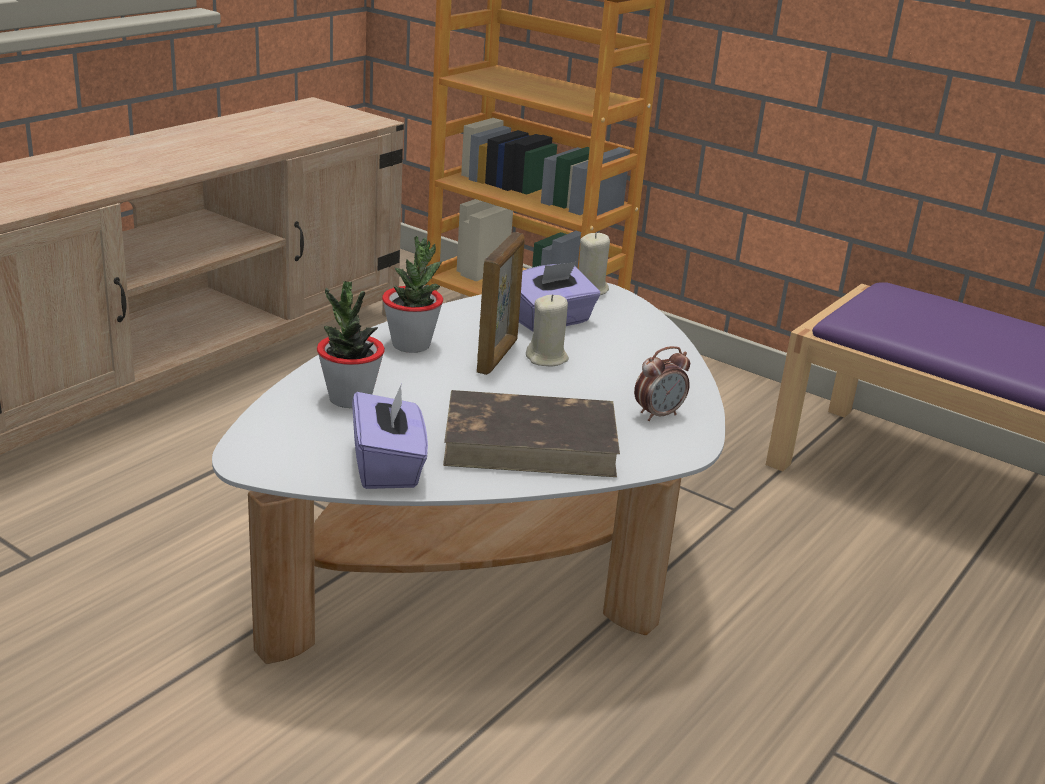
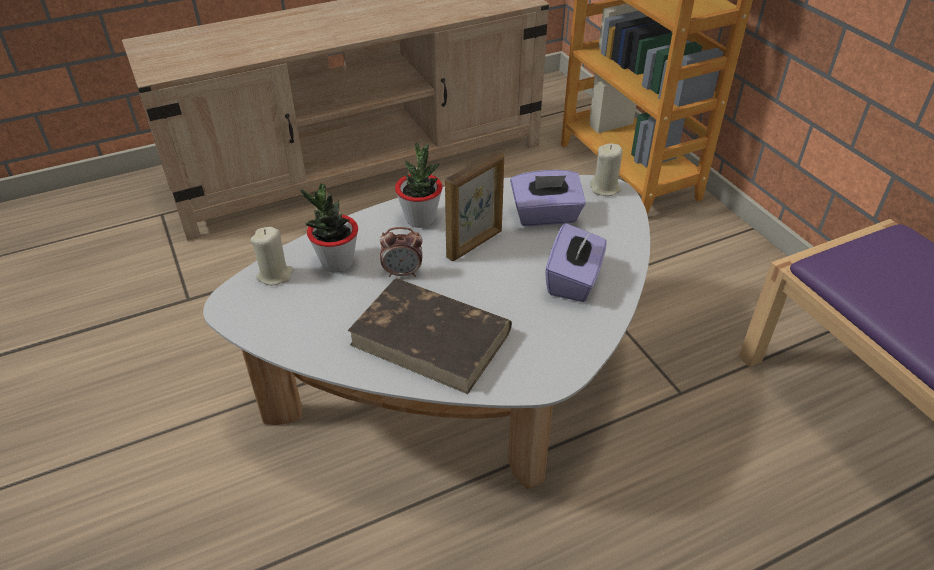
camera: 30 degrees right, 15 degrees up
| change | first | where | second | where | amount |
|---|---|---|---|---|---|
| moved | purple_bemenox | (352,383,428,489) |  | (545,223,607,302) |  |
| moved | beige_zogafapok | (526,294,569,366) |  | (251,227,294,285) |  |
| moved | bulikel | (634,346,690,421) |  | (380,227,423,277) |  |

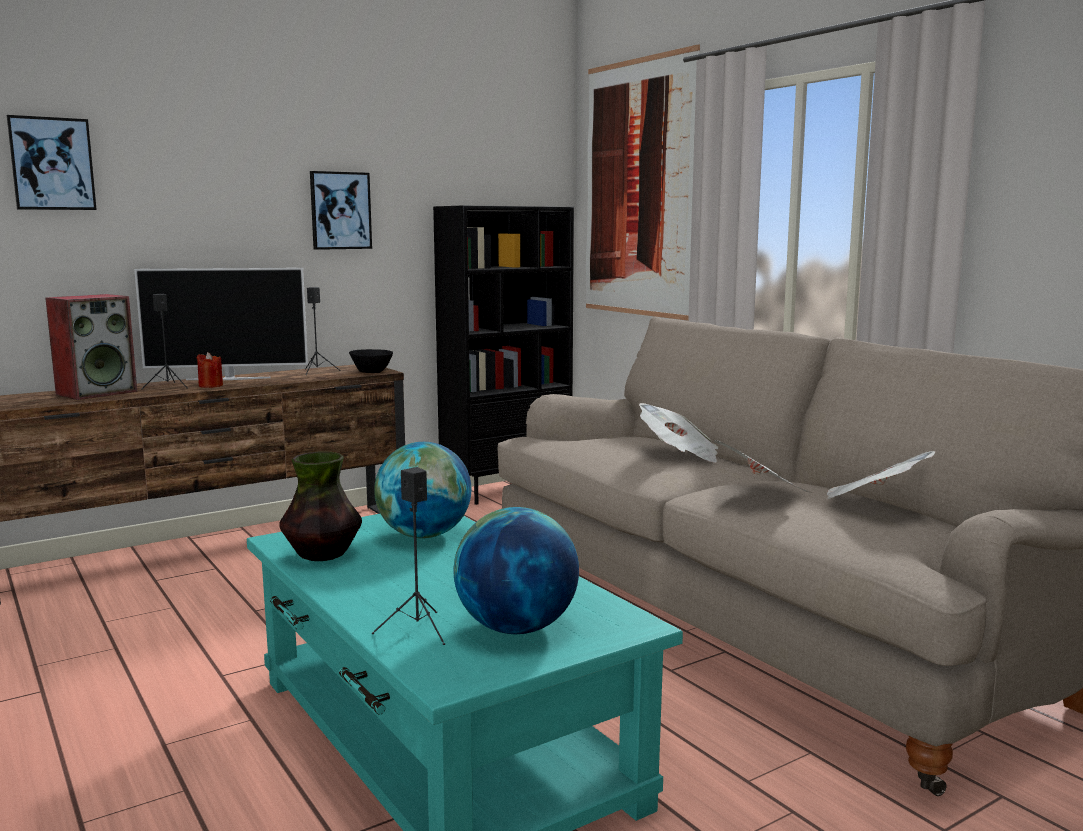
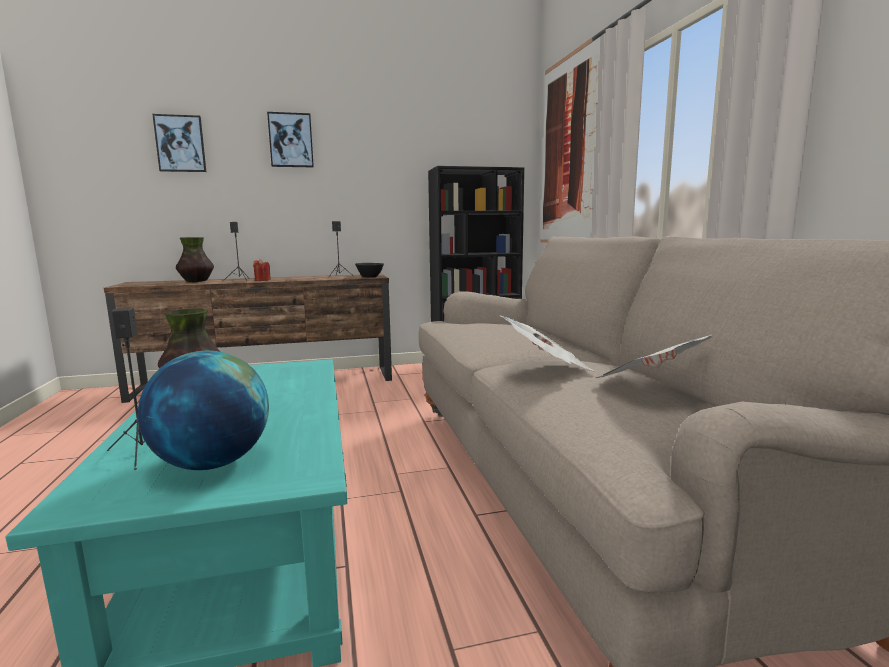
camera: 20 degrees right, 0 degrees up
| change | first | where | second | where | amount |
|---|---|---|---|---|---|
| replaced | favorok | (45,294,137,400) | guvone | (176,237,214,282) |  |
| removed | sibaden | (134,268,308,380) |  |  |  |
| moved | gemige | (310,171,372,250) |  | (267,112,314,168) |  |
| removed | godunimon | (374,442,471,538) |  |  |  |
| removed | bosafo | (639,403,718,463) |  |  |  |

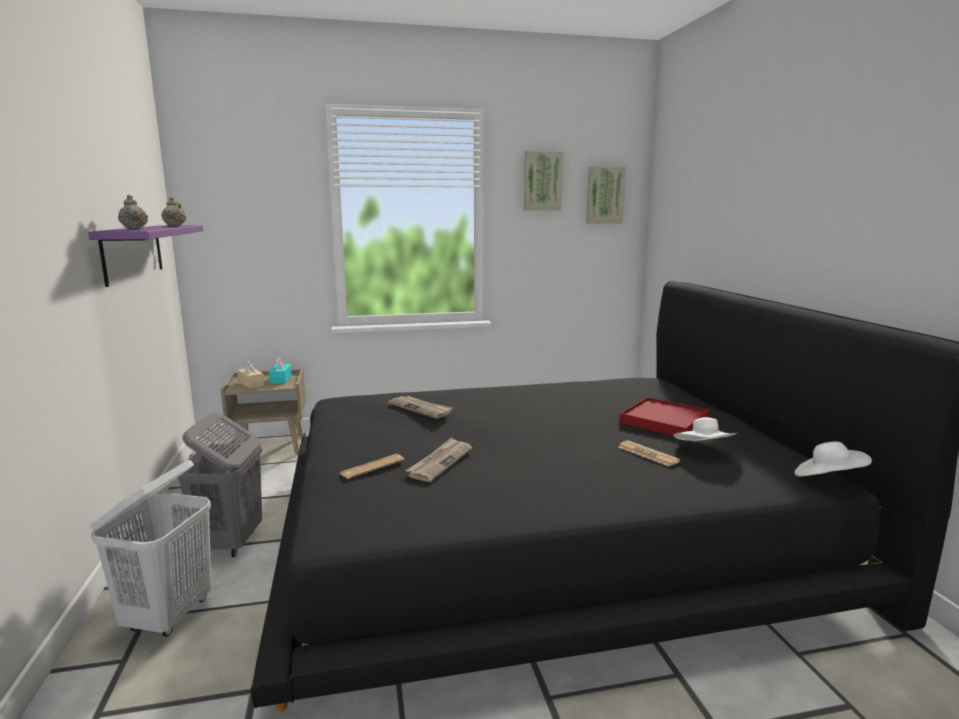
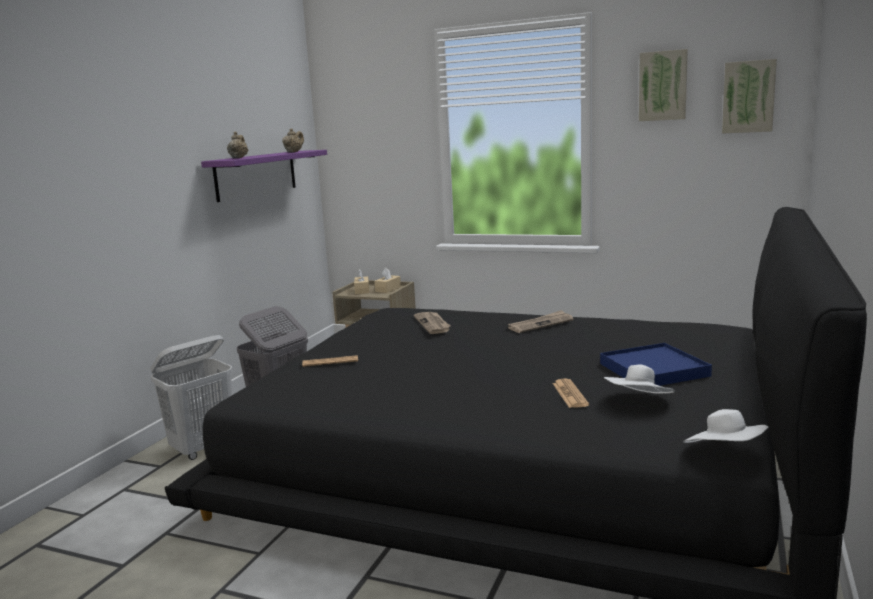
camera: 35 degrees right, 0 degrees up
| change | first | where | second | where | amount |
|---|---|---|---|---|---|
| recoloured | turquoise_bemenox | (269,356,292,384) | beige_bemenox | (375,268,401,293) |  |
| moved | bosafo | (406,437,472,482) |  | (508,310,573,333) |  |
| recoloured | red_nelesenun | (619,397,710,436) | blue_nelesenun | (600,343,712,386) |  |

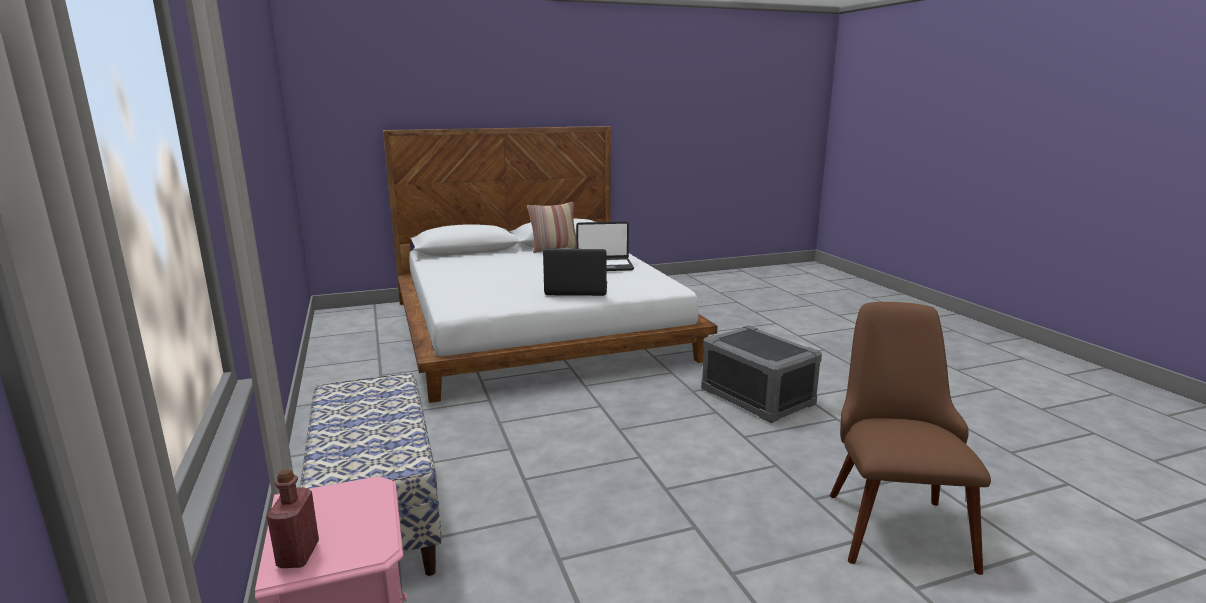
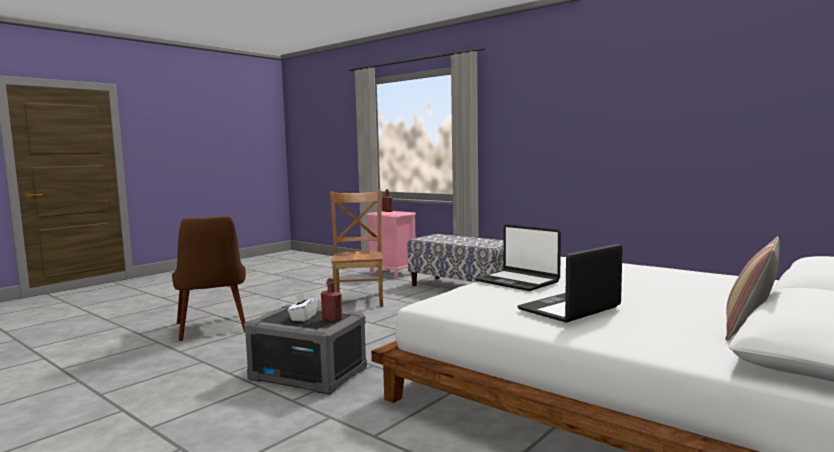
camera: 150 degrees right, 10 degrees down
| change | first | where | second | where | amount |
|---|---|---|---|---|---|
| turned | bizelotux | (543,249,607,296) |  | (475,224,561,291) | 75 degrees clockwise |
| added |  |  | white_bemenox | (288,292,318,321) |  |
| added |  |  | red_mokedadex | (321,278,342,322) |  |
| added |  |  | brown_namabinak | (330,190,383,307) |  |

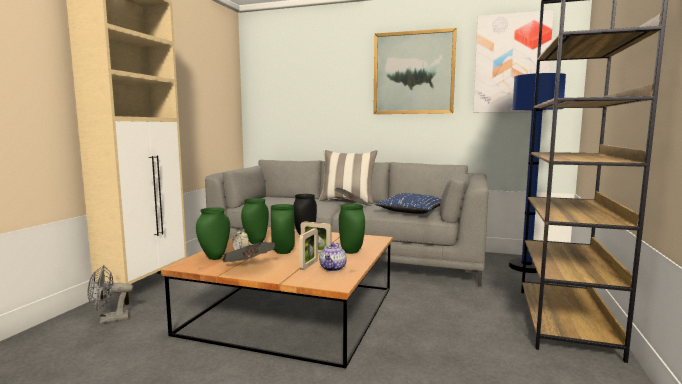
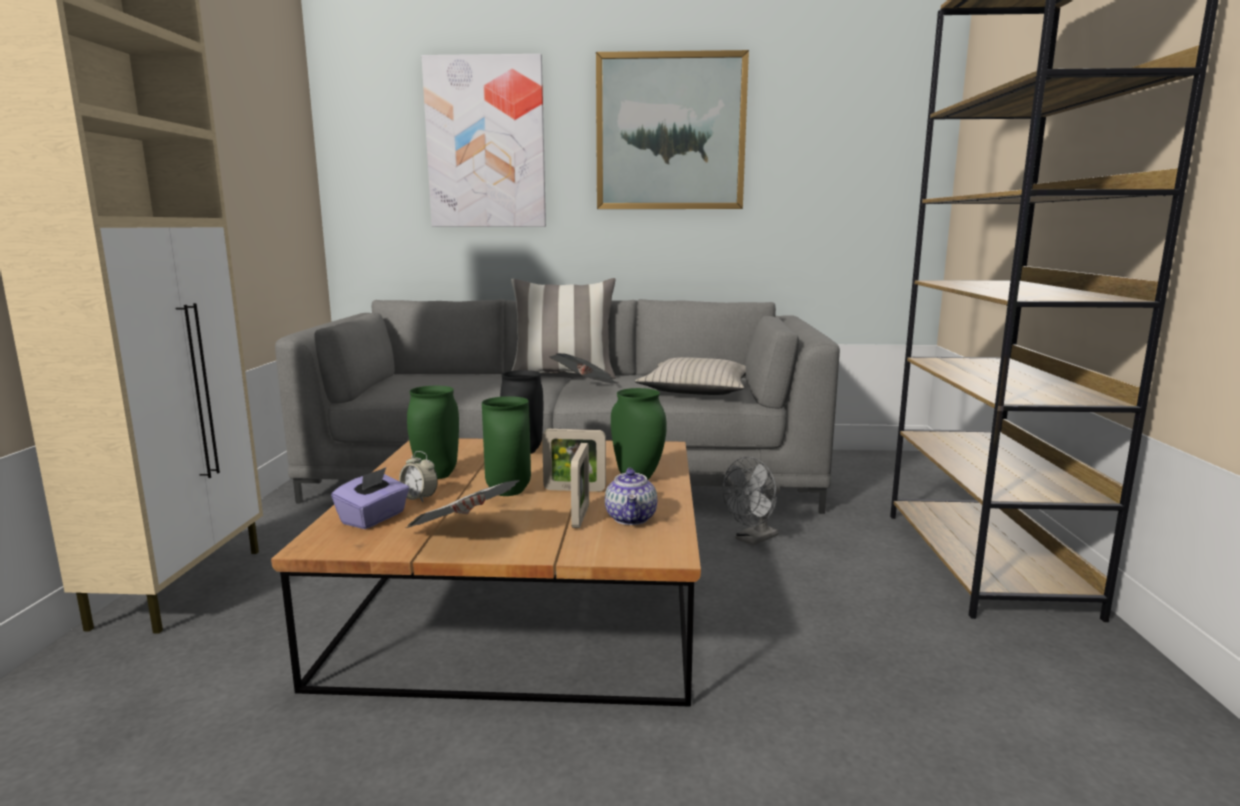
camera: 15 degrees left, 5 degrees up
| change | first | where | second | where | amount |
|---|---|---|---|---|---|
| moved | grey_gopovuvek | (87,265,133,324) |  | (722,457,780,546) |  |
| replaced | green_guvone | (196,207,230,260) | purple_bemenox | (331,467,409,529) |  |
| recoloured | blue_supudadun | (375,193,441,214) | beige_supudadun | (635,357,746,395) |  |
| moved | gemige | (473,10,554,113) |  | (422,54,546,227) |  |
| removed | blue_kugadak | (509,73,566,273) |  |  |  |

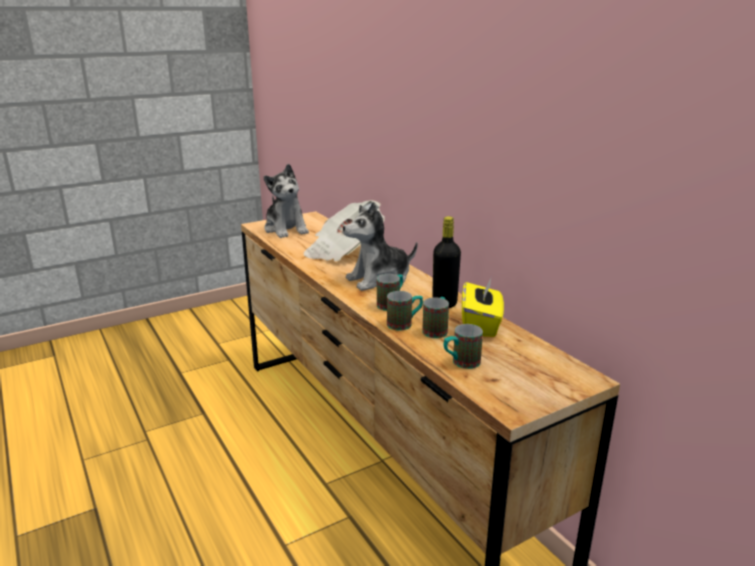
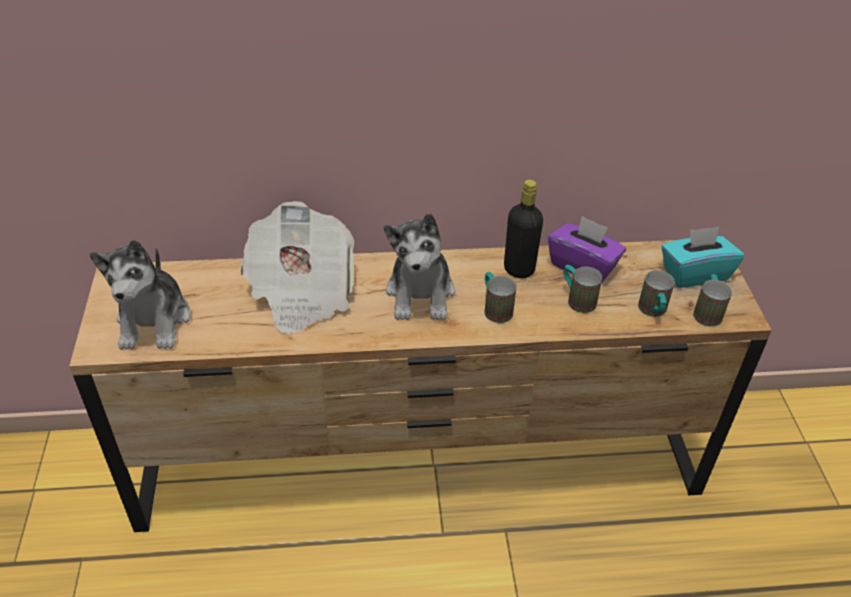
camera: 65 degrees left, 20 degrees up
| change | first | where | second | where | amount |
|---|---|---|---|---|---|
| turned | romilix | (264,164,309,238) |  | (89,239,191,350) | 90 degrees clockwise |
| moved | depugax | (387,291,423,331) |  | (693,274,732,327) |  |
| recoloured | yellow_bemenox | (462,279,504,337) | purple_bemenox | (548,216,626,282) |  |
| added |  |  | turquoise_bemenox | (661,227,744,288) |  |

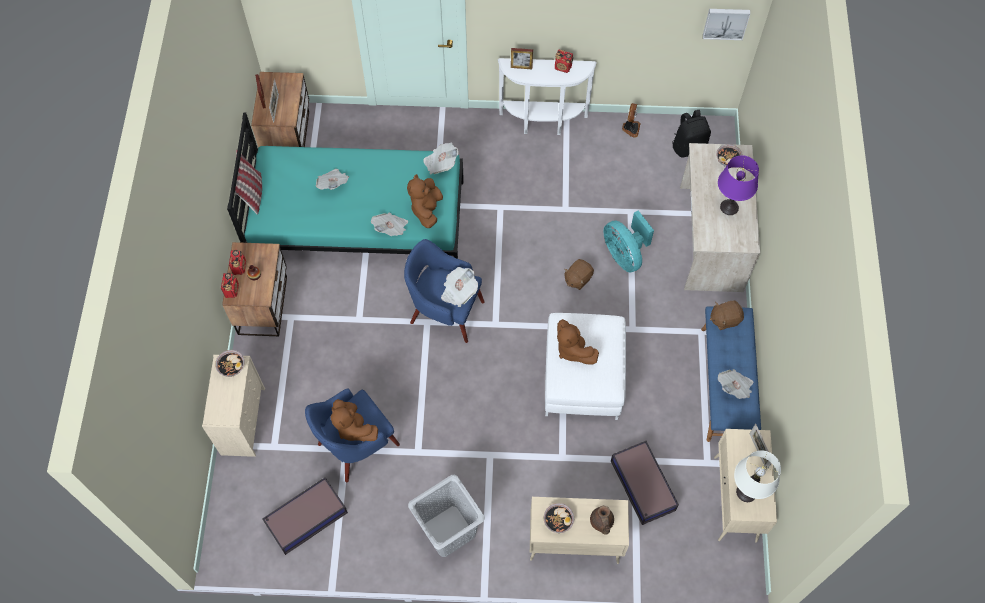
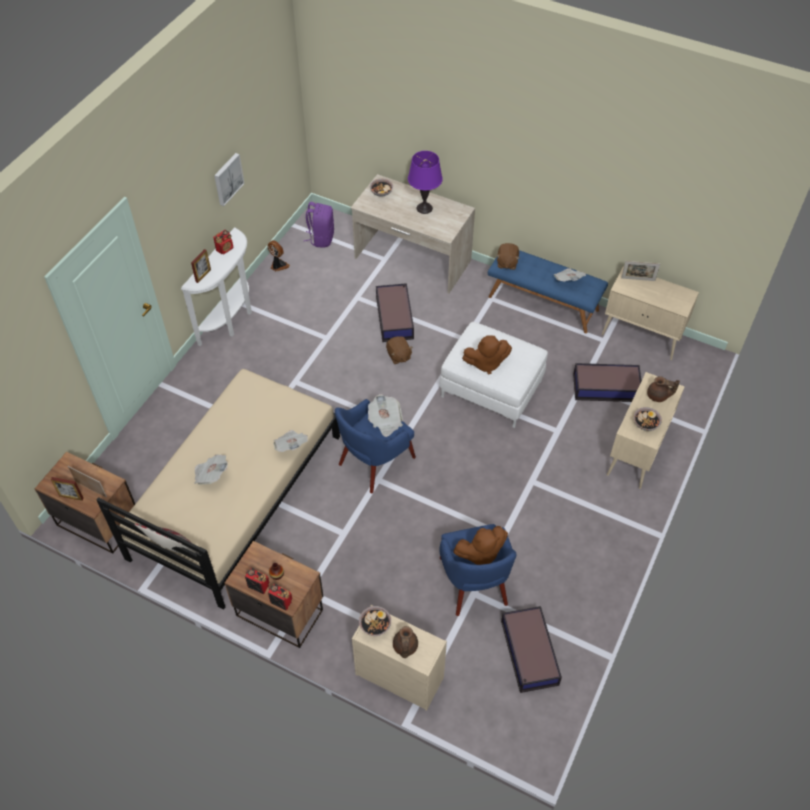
camera: 65 degrees left, 10 degrees down
| change | first | where | second | where | amount |
|---|---|---|---|---|---|
| recoloured | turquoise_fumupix | (227,112,464,259) | beige_fumupix | (96,369,340,609) |  |
| removed | brown_romilix | (407,174,443,228) |  |  |  |
| removed | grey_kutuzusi | (408,475,485,557) |  |  |  |
| removed | bosafo | (423,143,459,175) |  |  |  |
| replaced | turquoise_gopovuvek | (603,210,654,273) | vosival | (376,283,414,342) |  |
| recoloured | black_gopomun | (672,110,711,158) | purple_gopomun | (303,202,334,248) |  |
| moved | gemige | (703,9,750,40) |  | (214,153,244,206) |  |
| removed | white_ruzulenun | (734,450,781,502) |  |  |  |
| added |  |  | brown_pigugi | (393,626,418,658) |  |

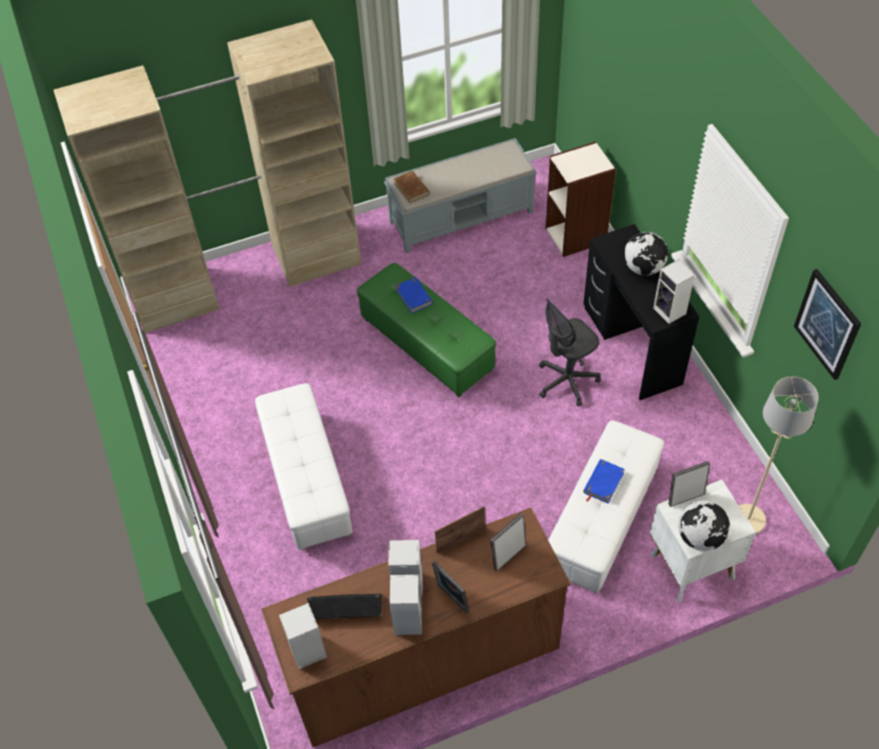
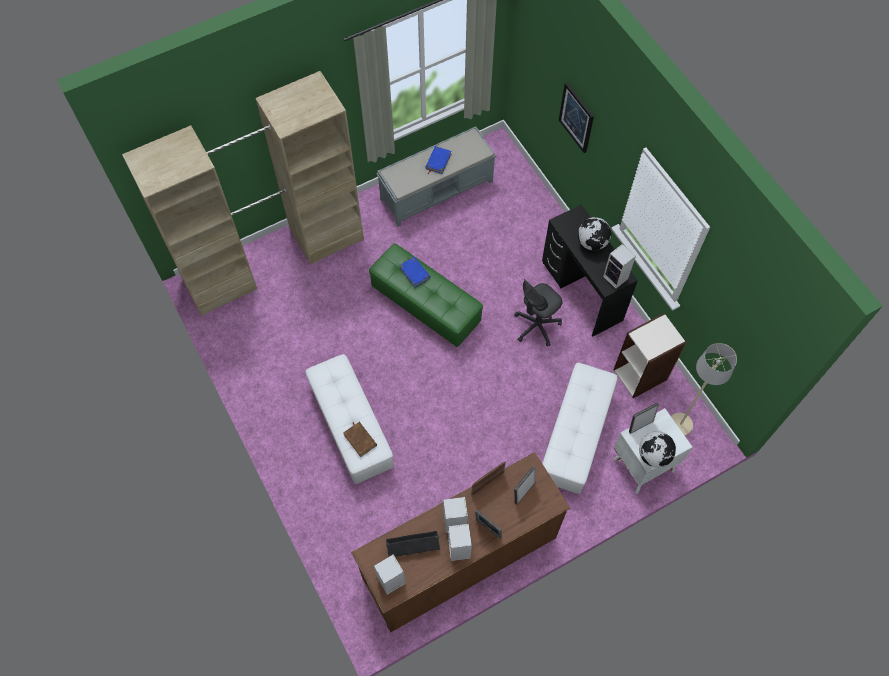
camera: 10 degrees left, 10 degrees up
| change | first | where | second | where | amount |
|---|---|---|---|---|---|
| moved | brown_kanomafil | (394,171,430,203) |  | (343,422,377,457) |  |
| moved | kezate | (546,142,616,257) |  | (614,313,686,398) |  |
| moved | blue_kanomafil | (583,459,625,504) |  | (425,146,451,174) |  |
| moved | gemige | (794,269,861,380) |  | (559,82,594,153) |  |

